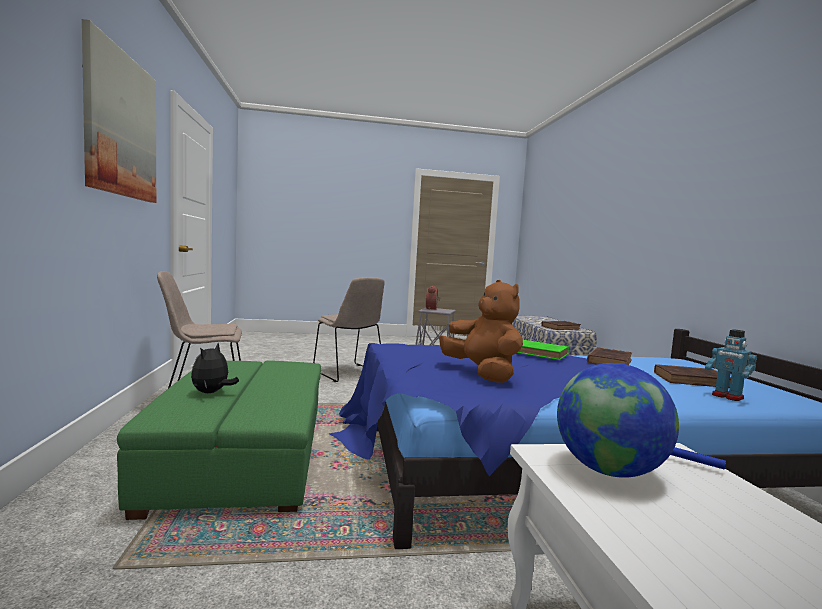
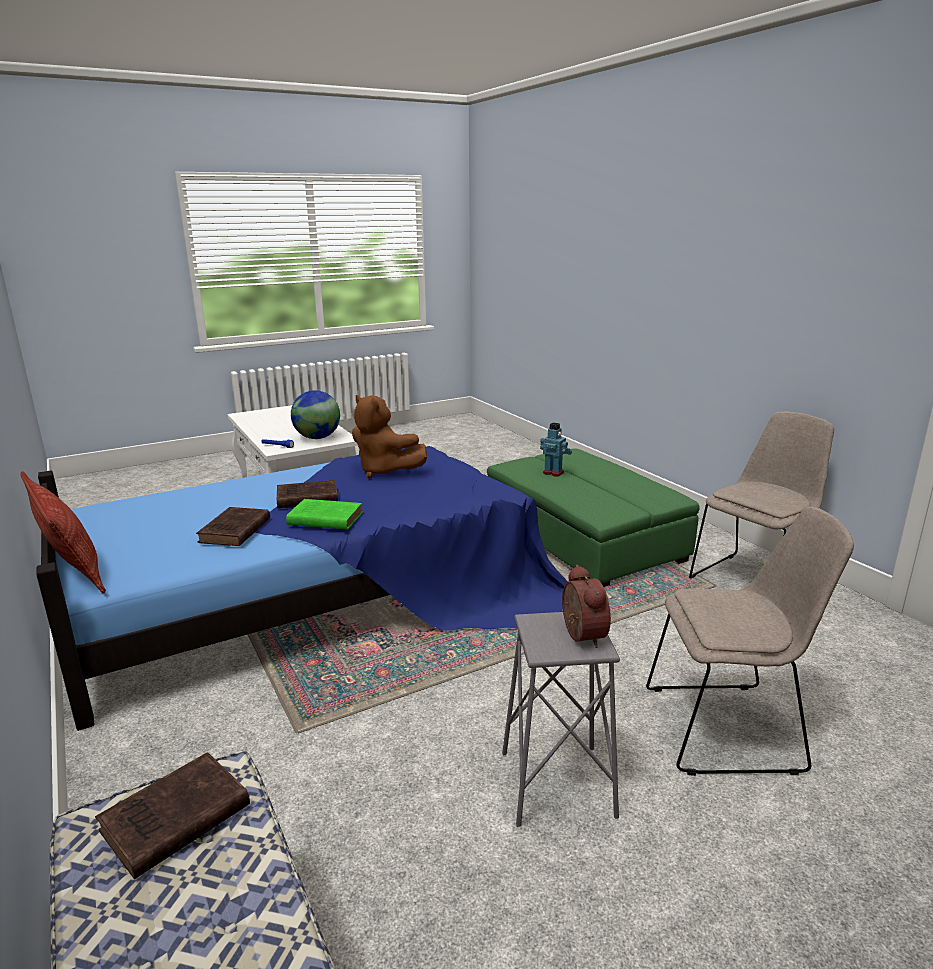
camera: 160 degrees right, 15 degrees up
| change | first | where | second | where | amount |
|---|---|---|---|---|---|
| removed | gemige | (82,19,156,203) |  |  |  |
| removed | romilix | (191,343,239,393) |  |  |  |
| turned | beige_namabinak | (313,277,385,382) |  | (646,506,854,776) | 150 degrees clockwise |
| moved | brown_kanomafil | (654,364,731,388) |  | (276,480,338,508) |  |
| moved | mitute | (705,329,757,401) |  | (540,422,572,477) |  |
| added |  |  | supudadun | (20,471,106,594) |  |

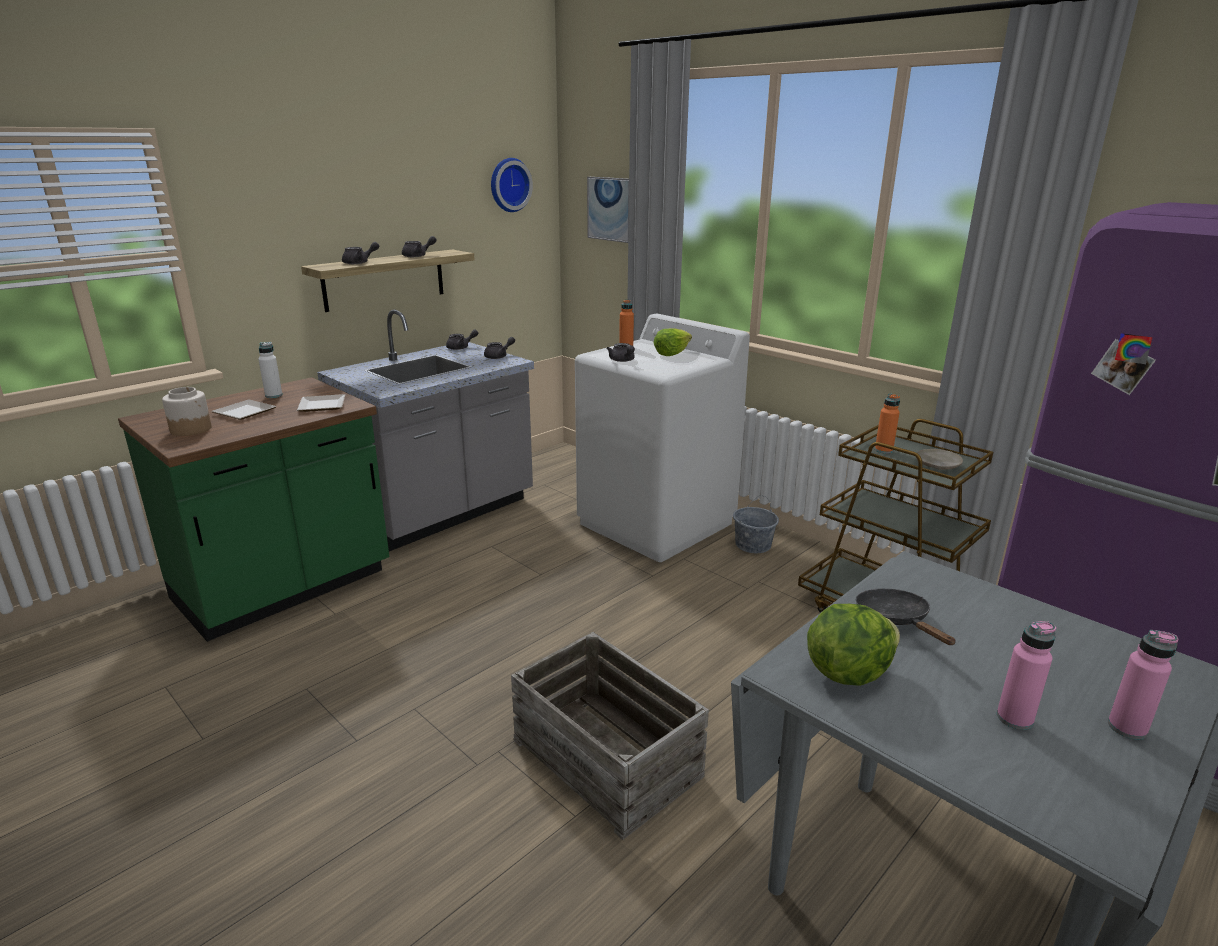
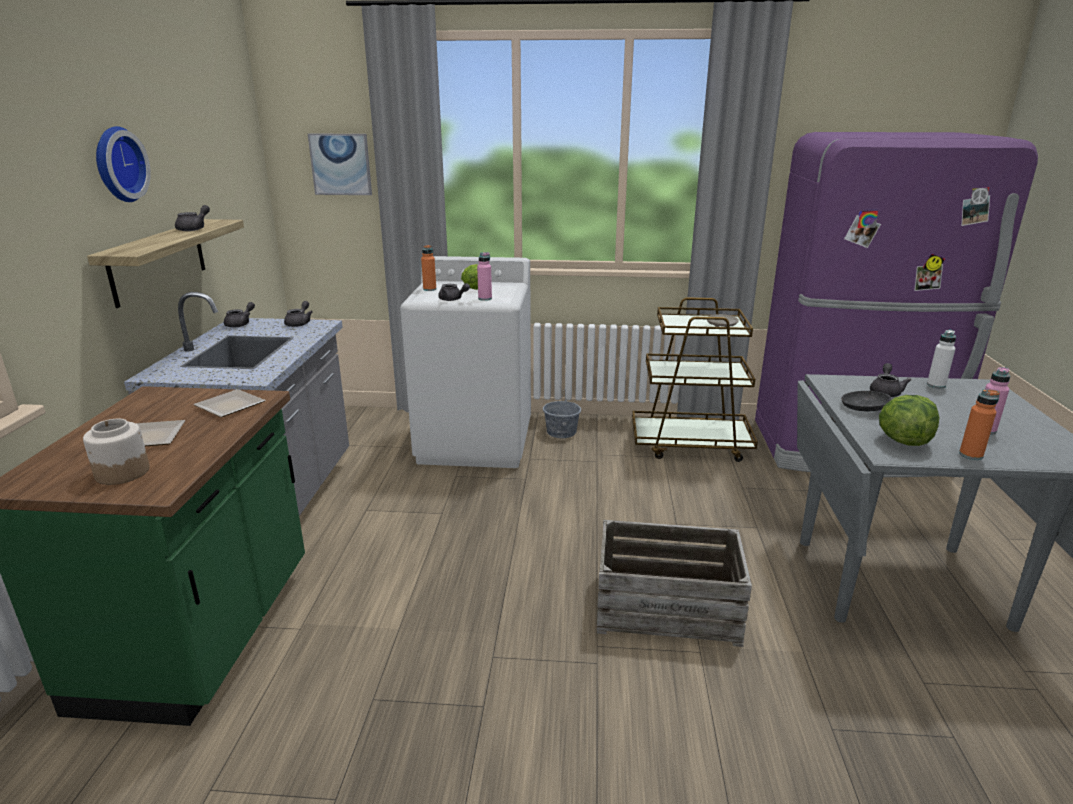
camera: 40 degrees left, 0 degrees up
| change | first | where | second | where | amount |
|---|---|---|---|---|---|
| moved | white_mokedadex | (258,342,283,398) |  | (927,330,956,389) |  |
| moved | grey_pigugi | (342,242,379,264) |  | (870,363,911,397) |  |
| moved | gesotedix | (491,158,533,212) |  | (96,126,151,202) |  |
| moved | orange_mokedadex | (875,394,900,454) |  | (959,389,1000,460) |  |
| moved | pink_mokedadex | (1108,630,1178,740) |  | (477,252,492,301) |  |

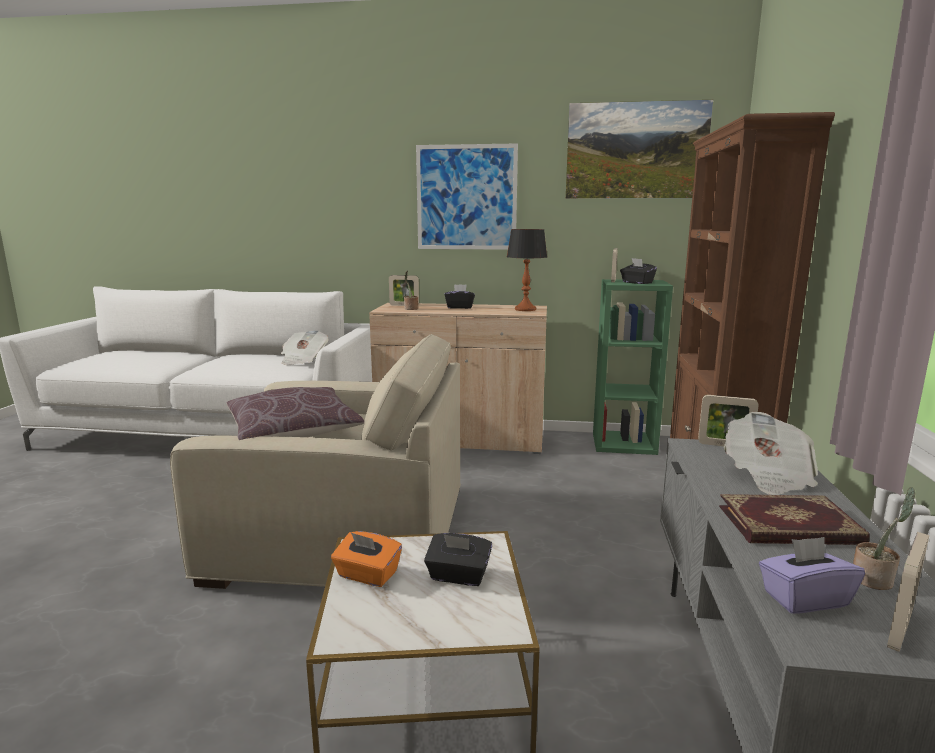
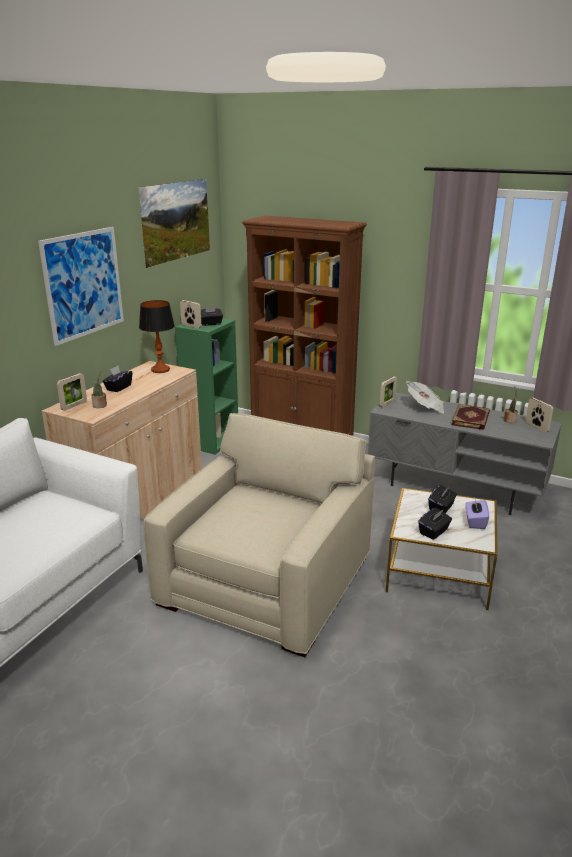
camera: 70 degrees left, 10 degrees up
| change | first | where | second | where | amount |
|---|---|---|---|---|---|
| removed | brown_supudadun | (227,387,364,440) |  |  |  |
| removed | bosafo | (281,331,329,365) |  |  |  |
| recoloured | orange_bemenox | (331,531,402,587) | black_bemenox | (418,508,452,540) |  |
| moved | purple_bemenox | (759,537,865,614) |  | (465,500,489,529) |  |

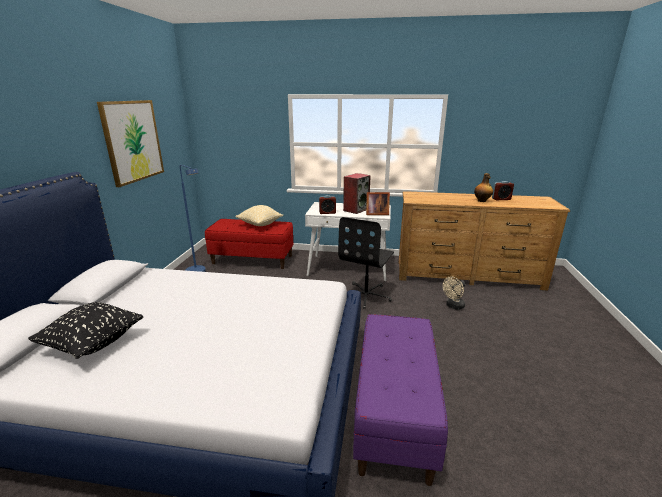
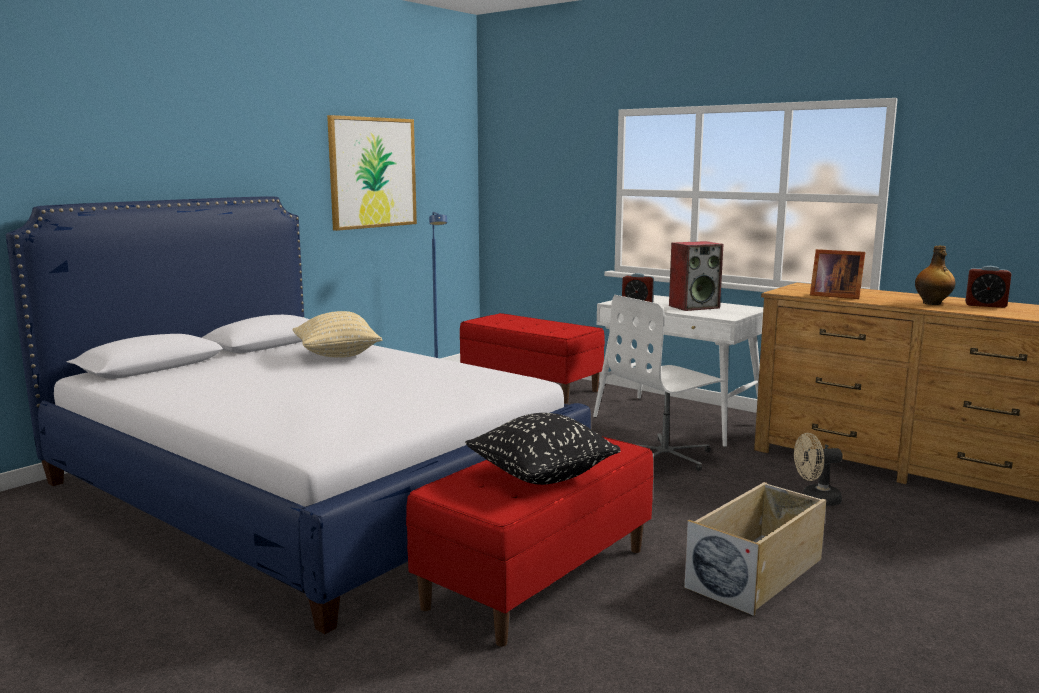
camera: 30 degrees right, 10 degrees down
| change | first | where | second | where | amount |
|---|---|---|---|---|---|
| moved | black_supudadun | (28,302,143,359) |  | (465,413,620,485) |  |
| moved | beige_supudadun | (235,205,283,226) |  | (293,311,382,357) |  |
| recoloured | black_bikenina | (338,217,394,309) | white_bikenina | (608,295,726,471) |  |
| recoloured | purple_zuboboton | (353,314,448,486) | red_zuboboton | (406,437,654,647) |  |
| moved | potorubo | (366,192,390,215) |  | (810,249,865,299) |  |
| added |  |  | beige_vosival | (684,482,826,616) |  |

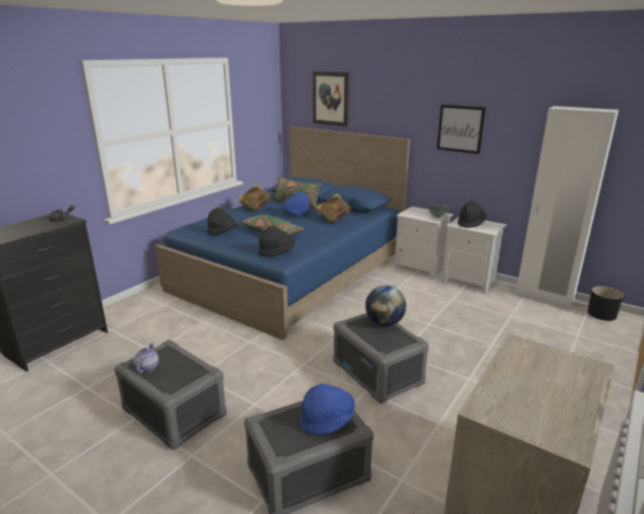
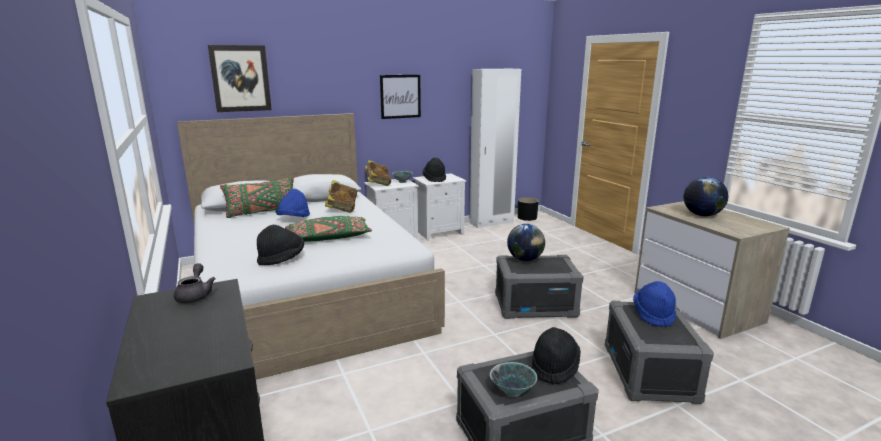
camera: 60 degrees left, 5 degrees down
| change | first | where | second | where | amount |
|---|---|---|---|---|---|
| replaced | pigugi | (134,343,159,374) | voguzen | (490,362,537,397) |  |
| recoloured | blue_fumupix | (155,126,410,340) | white_fumupix | (177,113,445,380) |  |
| moved | kanomafil | (238,184,271,212) |  | (365,160,391,186) |  |
| moved | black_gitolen | (259,226,295,256) |  | (532,327,581,384) |  |
| added |  |  | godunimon | (684,177,728,216) |  |

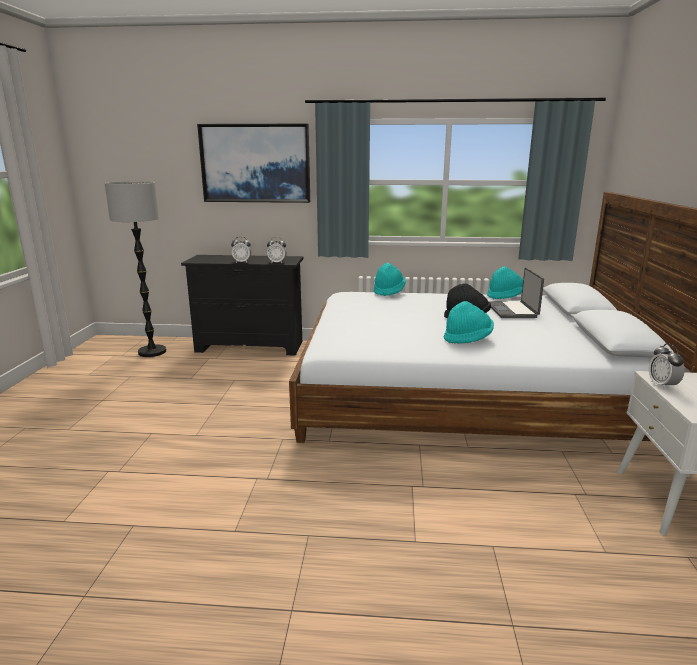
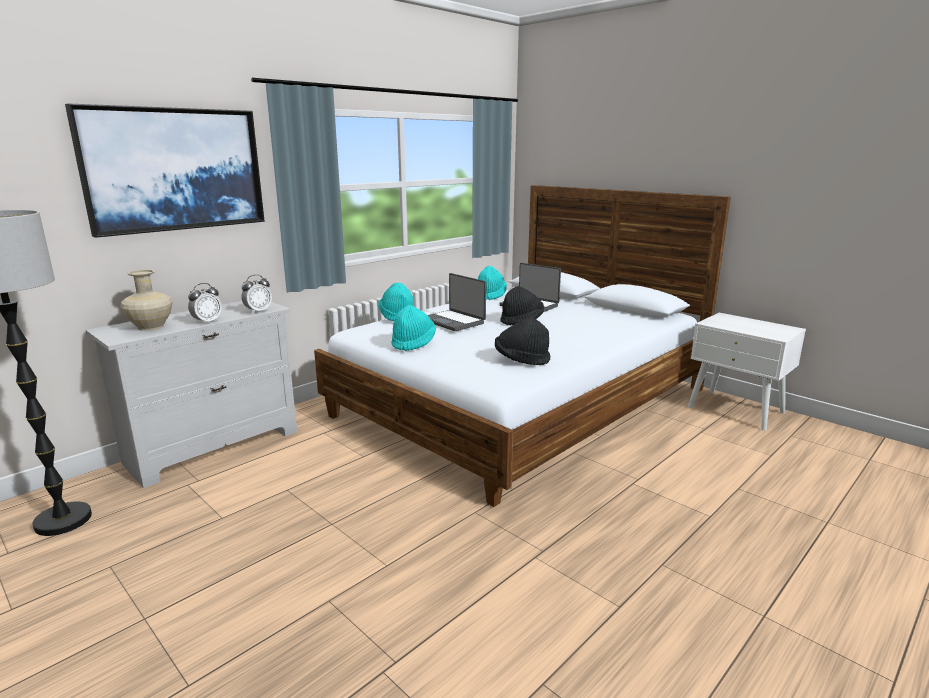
camera: 50 degrees left, 0 degrees up
| change | first | where | second | where | amount |
|---|---|---|---|---|---|
| recoloured | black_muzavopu | (181,255,303,356) | white_muzavopu | (86,301,297,488) |  |
| moved | turquoise_gitolen | (444,301,494,344) |  | (391,305,436,351) |  |
| removed | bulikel | (649,343,685,390) |  |  |  |
| added |  |  | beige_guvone | (121,270,172,331) |  |
| added |  |  | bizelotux | (427,273,486,331) |  |
| added |  |  | black_gitolen | (495,318,550,365) |  |

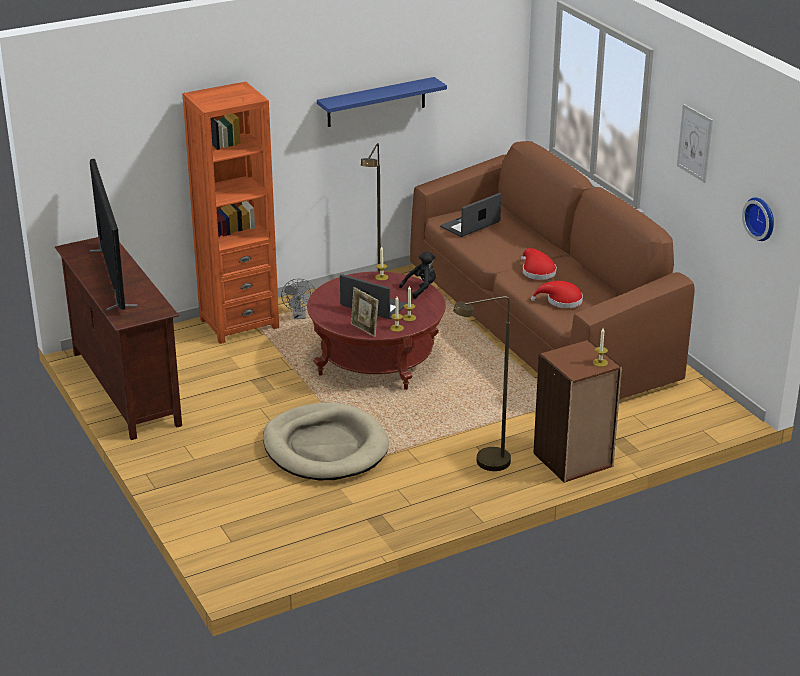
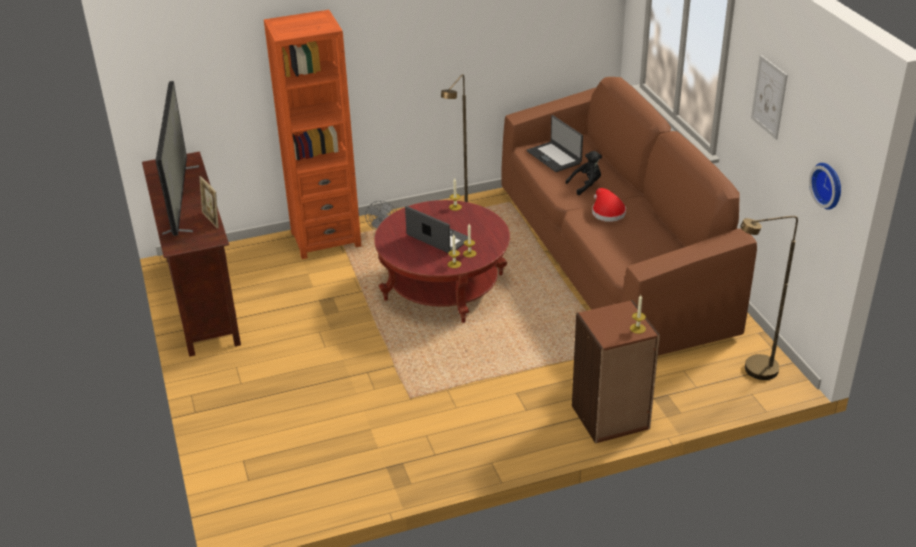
camera: 10 degrees right, 5 degrees up
| change | first | where | second | where | amount |
|---|---|---|---|---|---|
| removed | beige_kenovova | (263,403,389,480) |  |  |  |
| removed | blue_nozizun | (317,77,447,127) |  |  |  |
| moved | potorubo | (351,287,378,337) |  | (199,176,219,229) |  |
| moved | black_romilix | (399,251,436,299) |  | (565,151,602,195) |  |
| turned | bizelotux | (440,193,501,237) |  | (527,115,583,172) | 90 degrees counterclockwise |
| moved | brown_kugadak | (453,296,511,471) |  | (740,216,798,380) |  |
| removed | red_gitolen | (531,281,583,308) |  |  |  |

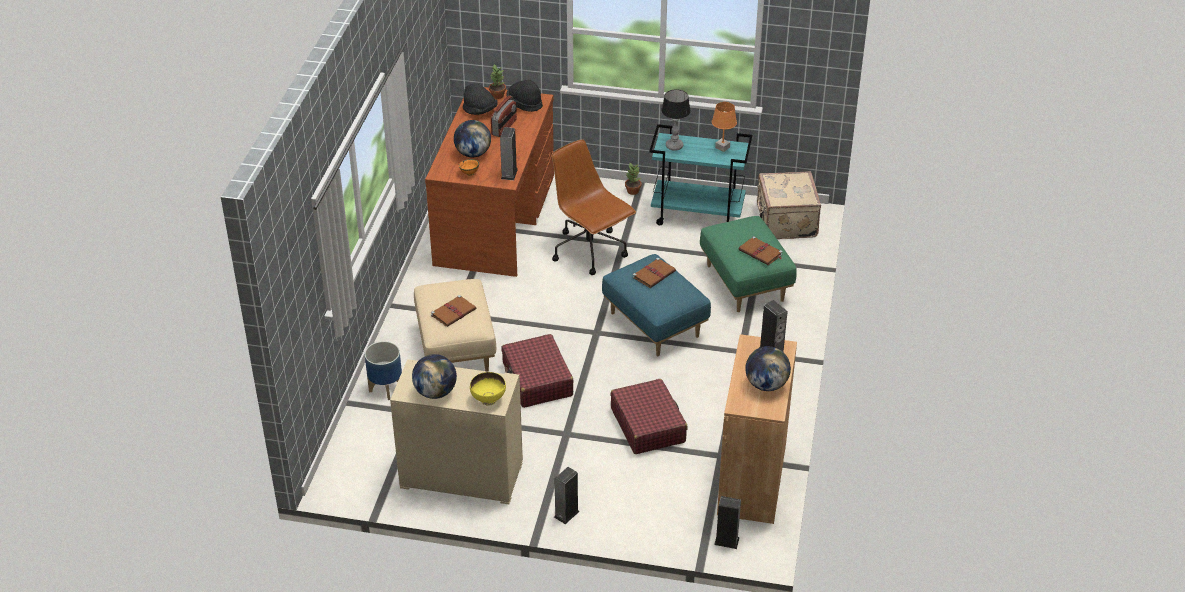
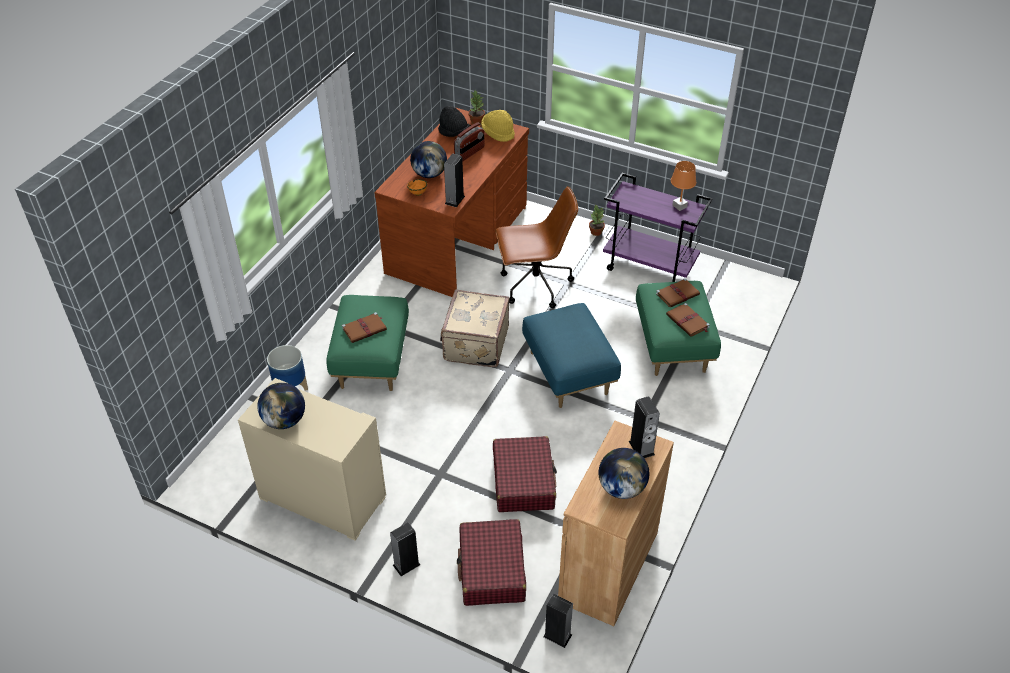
camera: 15 degrees right, 5 degrees up
| change | first | where | second | where | amount |
|---|---|---|---|---|---|
| recoloured | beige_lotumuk | (414,279,496,372) | green_lotumuk | (326,295,409,391) |  |
| removed | yellow_voguzen | (470,372,506,406) |  |  |  |
| moved | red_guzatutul | (501,334,574,408) |  | (457,519,526,606) |  |
| recoloured | black_gitolen | (506,80,543,112) | yellow_gitolen | (481,110,515,142) |  |
| turned | brown_bikenina | (552,139,636,275) |  | (495,186,578,308) | 105 degrees clockwise |
| moved | brown_kanomafil | (633,258,676,288) |  | (656,278,700,307) |  |
| recoloured | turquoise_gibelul | (649,124,752,225) | purple_gibelul | (603,173,713,282) |  |
| removed | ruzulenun | (661,89,691,151) |  |  |  |
| moved | beige_guzatutul | (757,171,821,239) |  | (440,289,509,367) |  |

